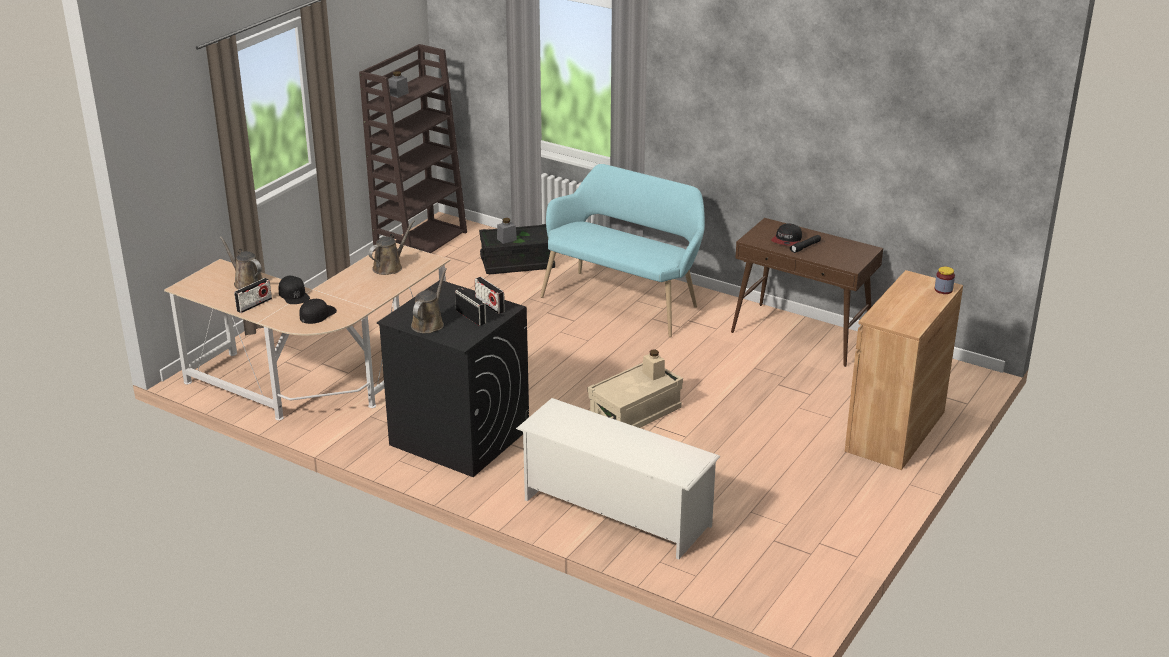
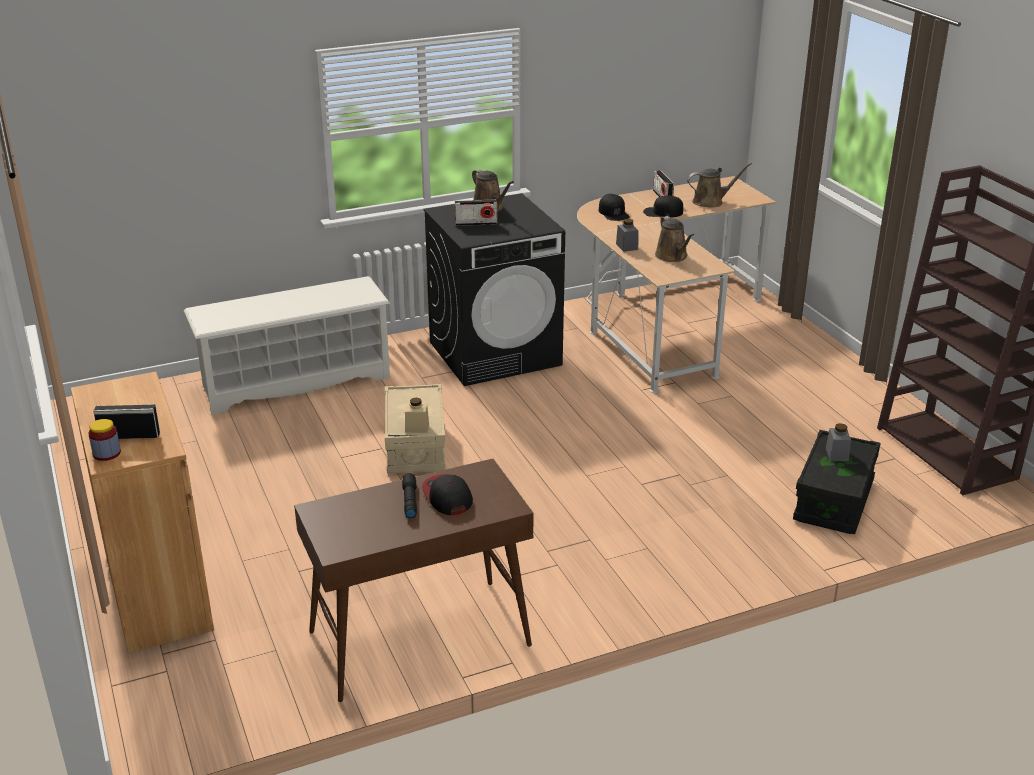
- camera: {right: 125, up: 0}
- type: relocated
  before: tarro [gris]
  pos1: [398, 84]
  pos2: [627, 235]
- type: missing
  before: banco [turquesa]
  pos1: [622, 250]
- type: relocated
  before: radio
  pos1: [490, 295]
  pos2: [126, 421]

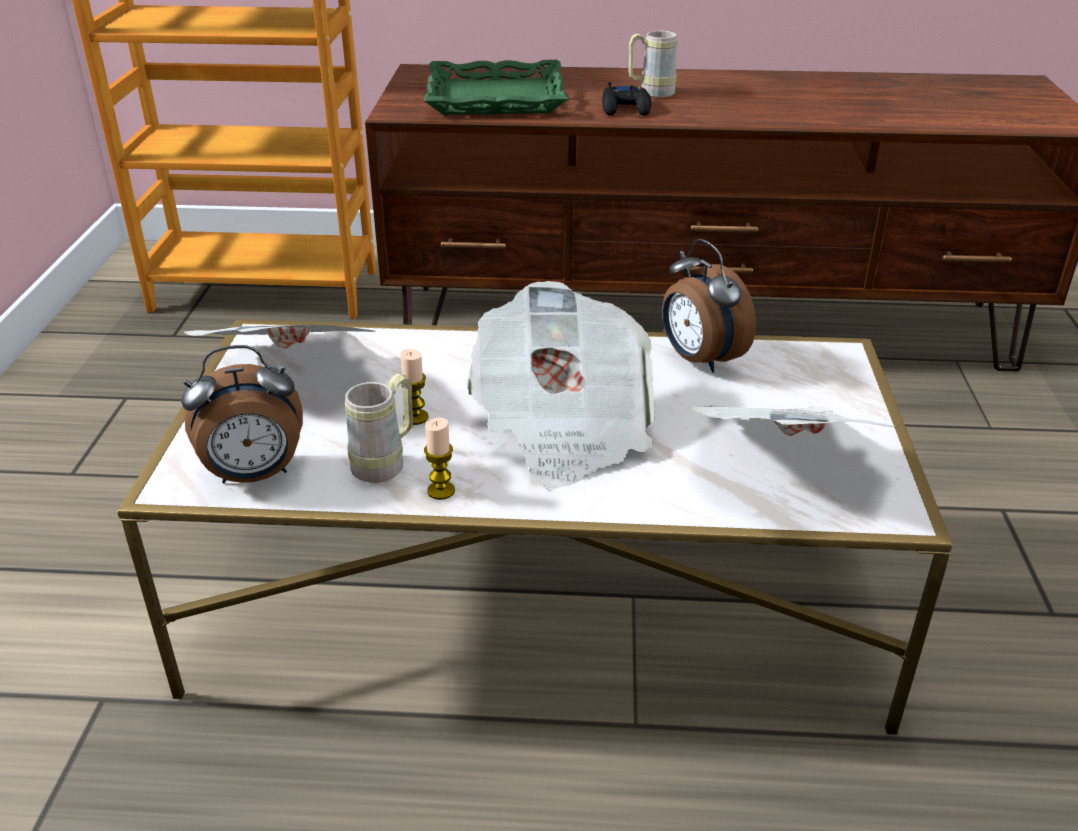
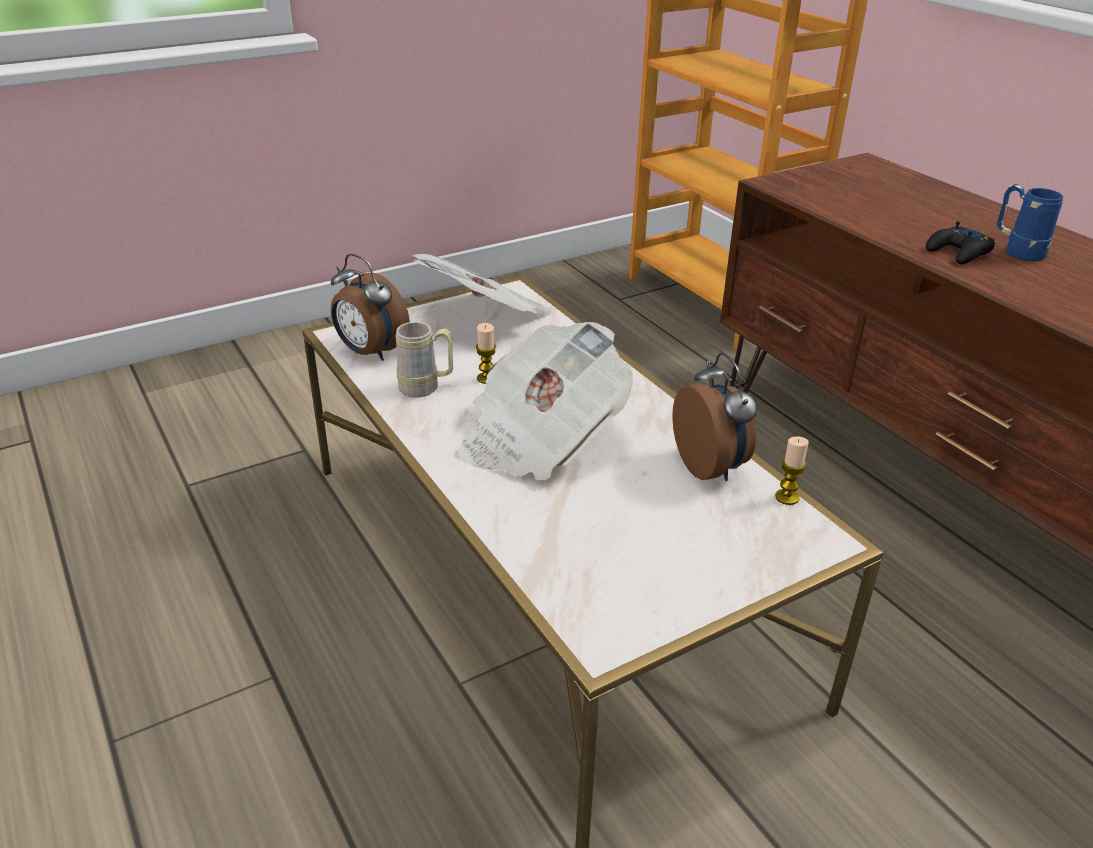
- camera: {right: 55, up: 0}
- type: colour
  before: taza grande [beis]
  after: taza grande [azul]
  pos1: [652, 64]
  pos2: [1030, 222]
- type: missing
  before: bandeja [verde]
  pos1: [496, 87]
- type: spun
  before: despertador
  pos1: [709, 306]
  pos2: [714, 417]
  turn: 135
- type: missing
  before: periódico
  pos1: [794, 420]
- type: relocated
  before: vela
  pos1: [439, 459]
  pos2: [792, 471]

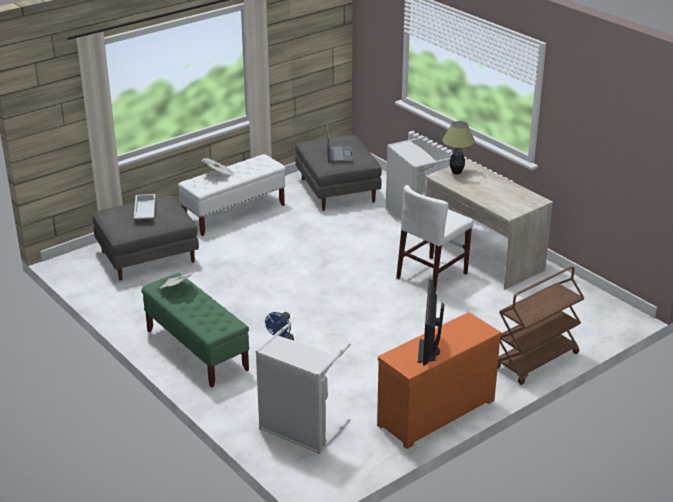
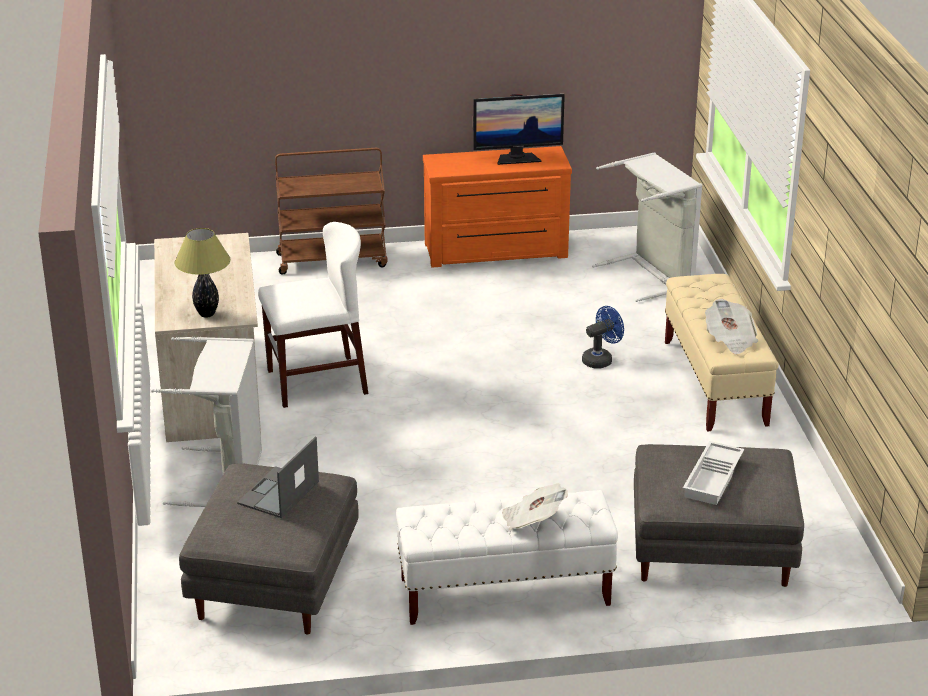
- camera: {right: -150, up: 0}
- type: colour
  before: banco [verde]
  after: banco [beis]
  pos1: [195, 330]
  pos2: [722, 353]
- type: spun
  before: monitor
  pos1: [430, 322]
  pos2: [519, 129]
  turn: 45

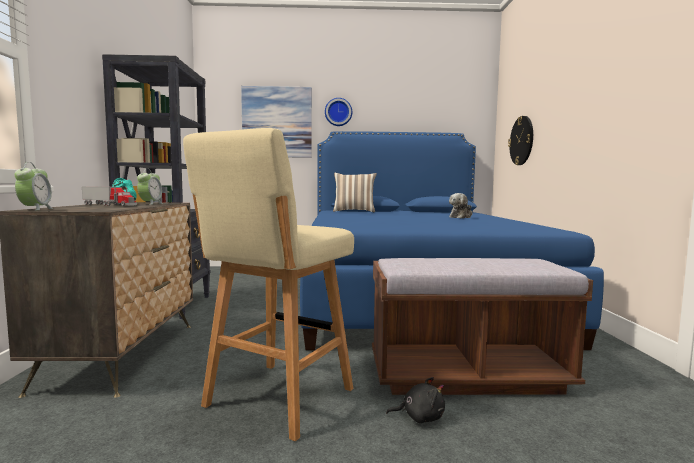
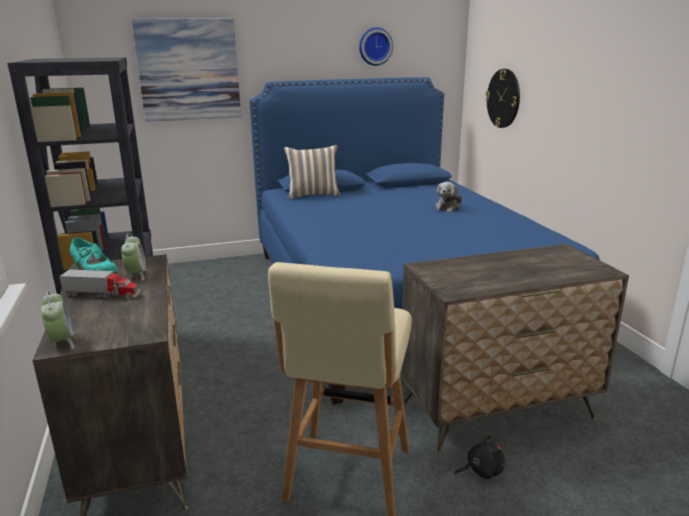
- camera: {right: -15, up: 15}
- type: relocated
  before: reloj de pared
  pos1: [338, 112]
  pos2: [376, 47]
- type: exchanged
  before: banco [marrón]
  after: cómoda
  pos1: [482, 326]
  pos2: [514, 349]

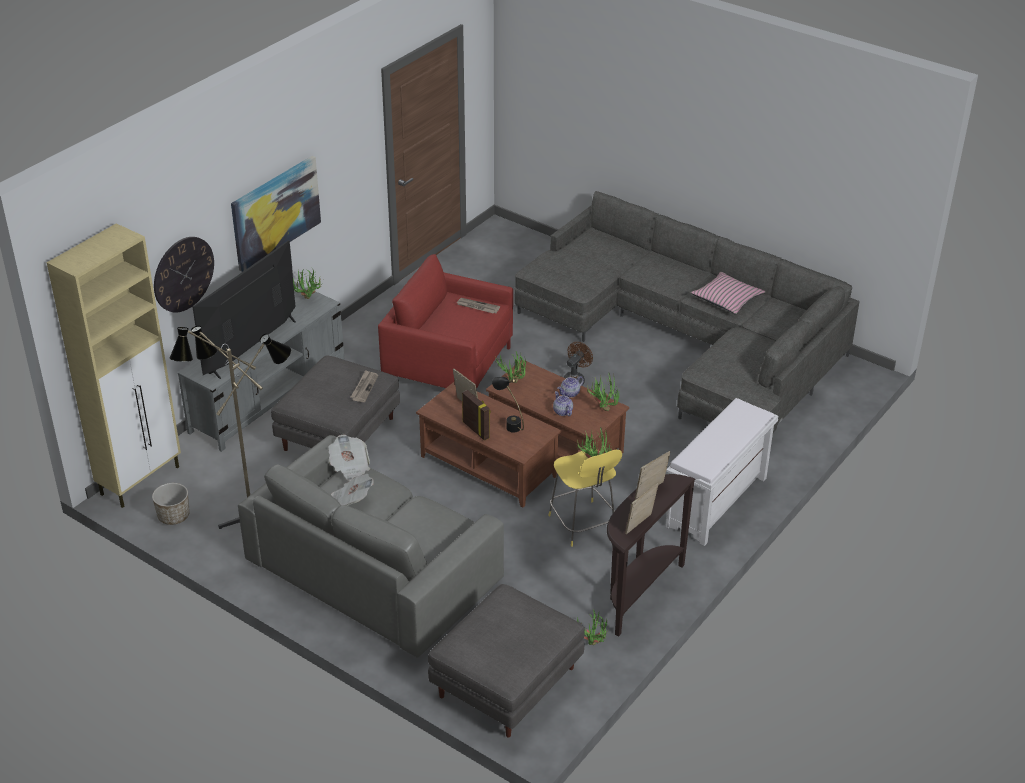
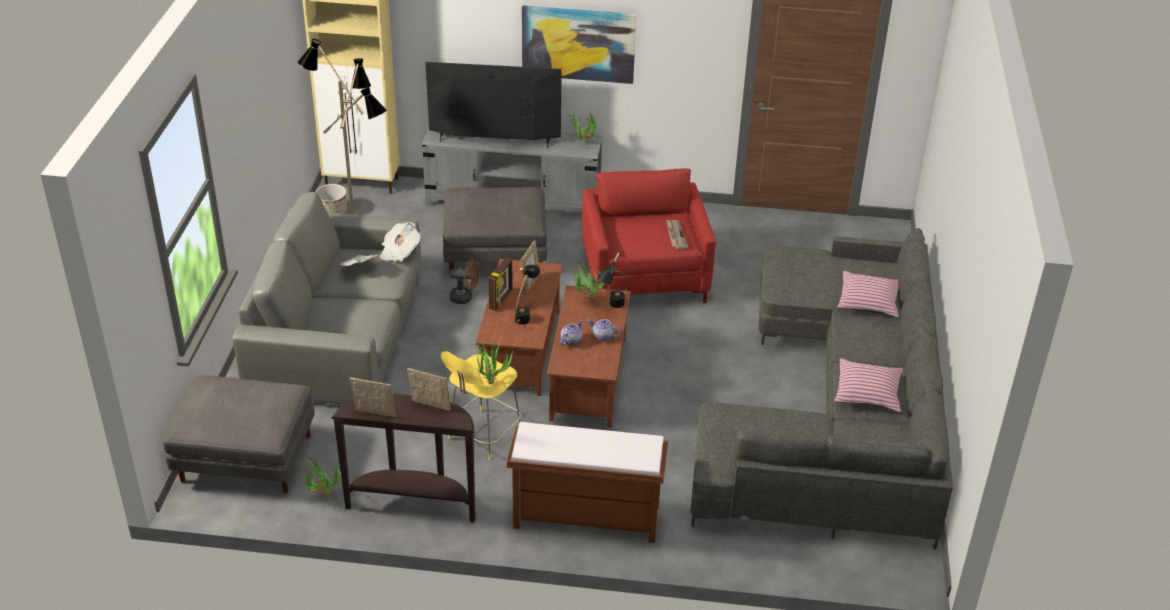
- camera: {right: 60, up: 0}
- type: missing
  before: reloj de pared
  pos1: [184, 275]
- type: relocated
  before: ventilador [marrón]
  pos1: [578, 364]
  pos2: [464, 282]
- type: missing
  before: periódico
  pos1: [364, 386]
- type: missing
  before: planta en maceta
  pos1: [603, 392]
- type: colour
  before: banco [blanco]
  after: banco [marrón]
  pos1: [722, 472]
  pos2: [587, 482]
- type: appeared
  after: lámpara de mesa [negro]
  pos2: [611, 280]
- type: appeared
  after: cojín [rosa]
  pos2: [868, 294]

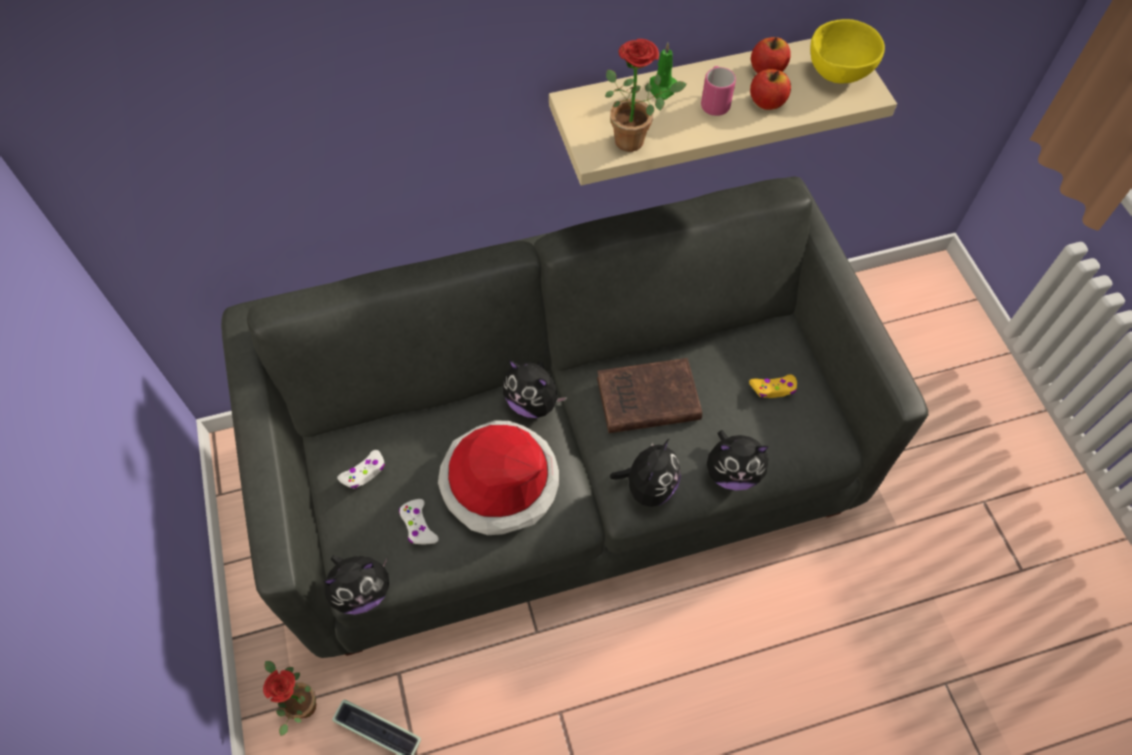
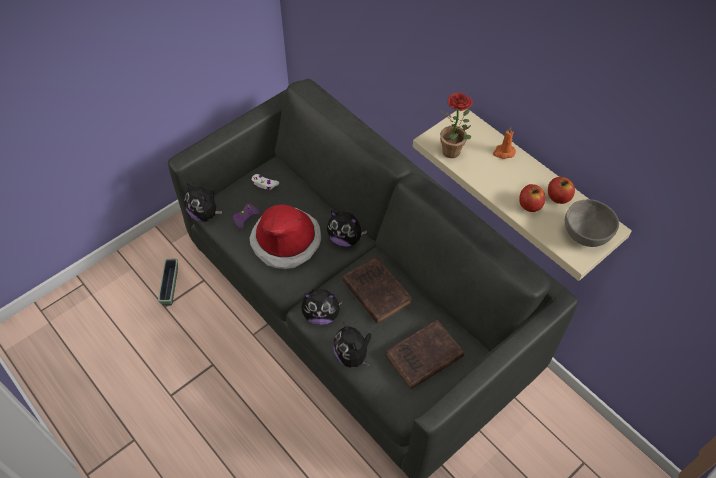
- camera: {right: 65, up: -5}
- type: colour
  before: cuenco [amarillo]
  after: cuenco [gris]
  pos1: [847, 51]
  pos2: [592, 223]
- type: colour
  before: vela [verde]
  after: vela [naranja]
  pos1: [663, 71]
  pos2: [504, 143]
- type: missing
  before: taza grande [rosa]
  pos1: [718, 91]
- type: spun
  before: peluche
  pos1: [535, 389]
  pos2: [347, 229]
  turn: -75
- type: exchanged
  before: mando de consola [amarillo]
  after: libro [marrón]
  pos1: [773, 386]
  pos2: [424, 354]
- type: colour
  before: mando de consola [blanco]
  after: mando de consola [morado]
  pos1: [419, 521]
  pos2: [246, 217]
- type: missing
  before: planta en maceta
  pos1: [289, 698]

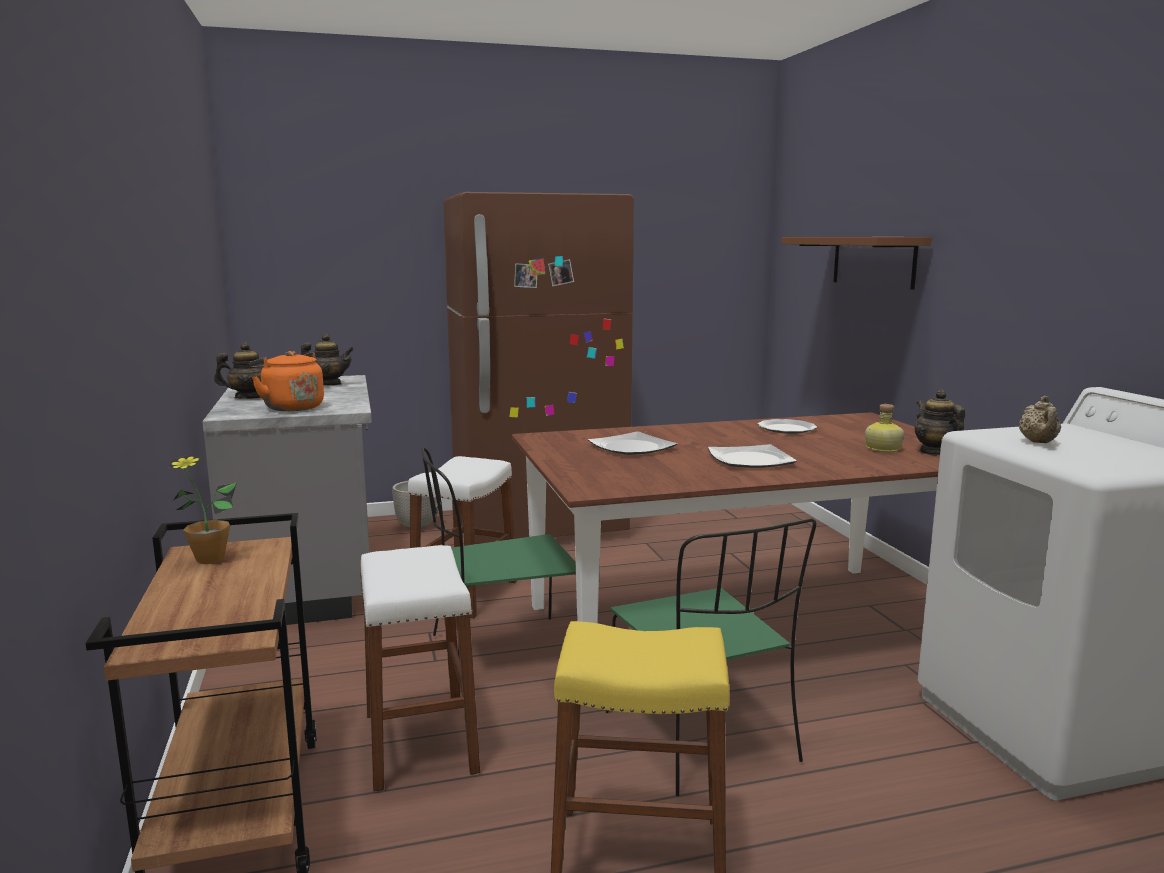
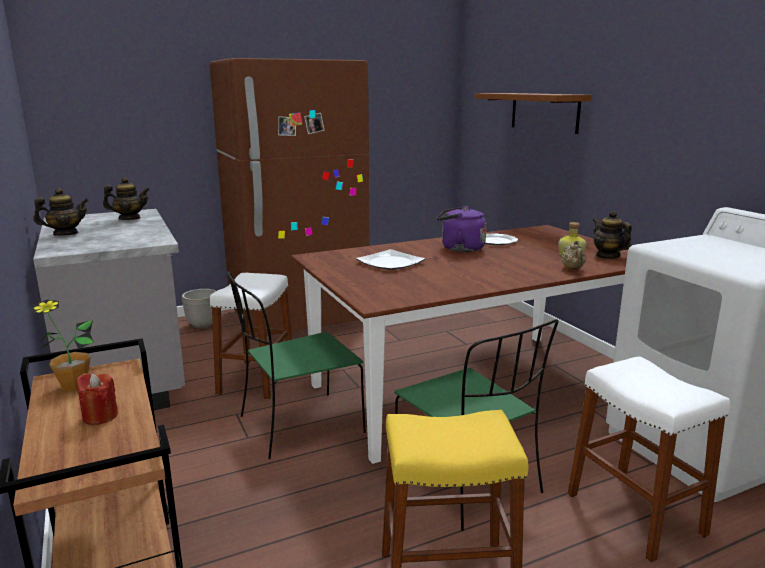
- camera: {right: -10, up: 5}
- type: missing
  before: hervidor [naranja]
  pos1: [287, 381]
- type: relocated
  before: tetera [beis]
  pos1: [1040, 419]
  pos2: [573, 255]
- type: missing
  before: plato
  pos1: [752, 456]
- type: relocated
  before: taburete [blanco]
  pos1: [420, 668]
  pos2: [648, 459]
- type: appeared
  after: hervidor [morado]
  pos2: [462, 229]
- type: appeared
  after: vela [rojo]
  pos2: [97, 399]

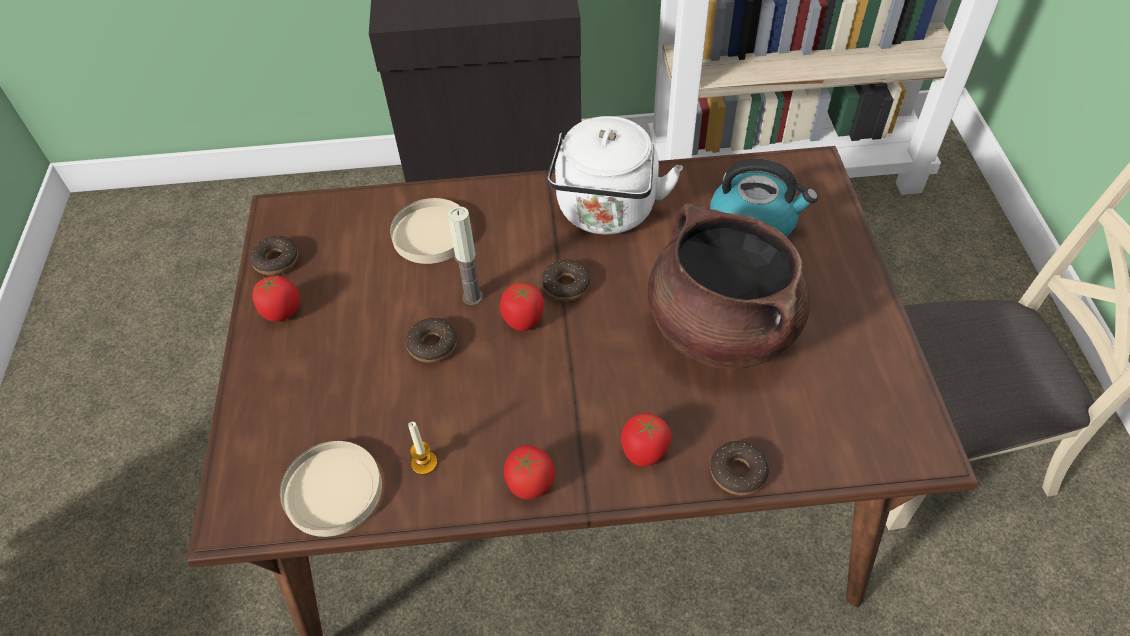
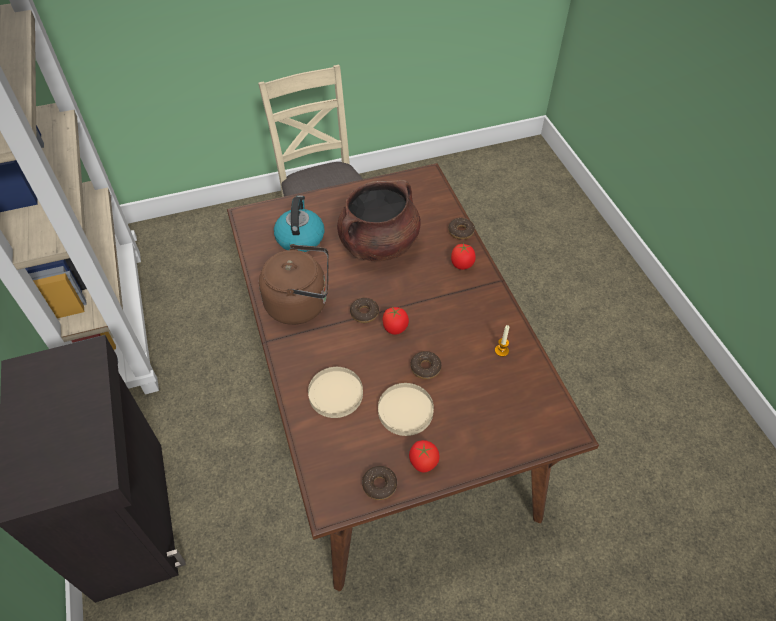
- camera: {right: -105, up: 0}
- type: colour
  before: hervidor [blanco]
  after: hervidor [marrón]
  pos1: [615, 175]
  pos2: [294, 284]
- type: missing
  before: vela
  pos1: [465, 255]
- type: relocated
  before: plato [beis]
  pos1: [331, 489]
  pos2: [406, 409]
- type: missing
  before: tomate
  pos1: [529, 472]

